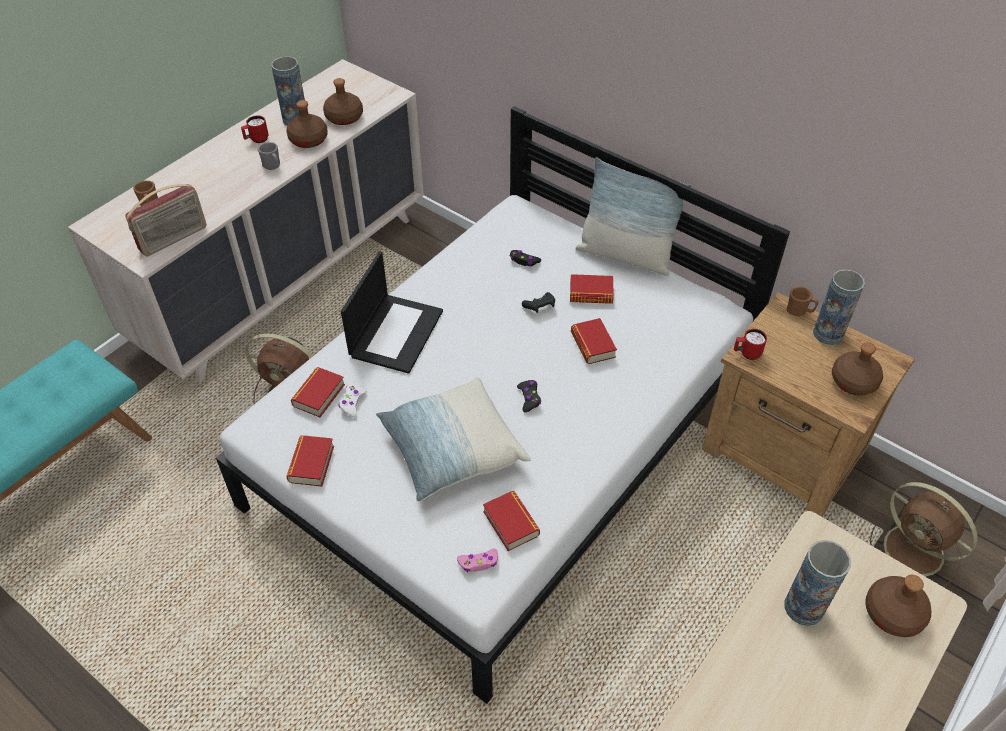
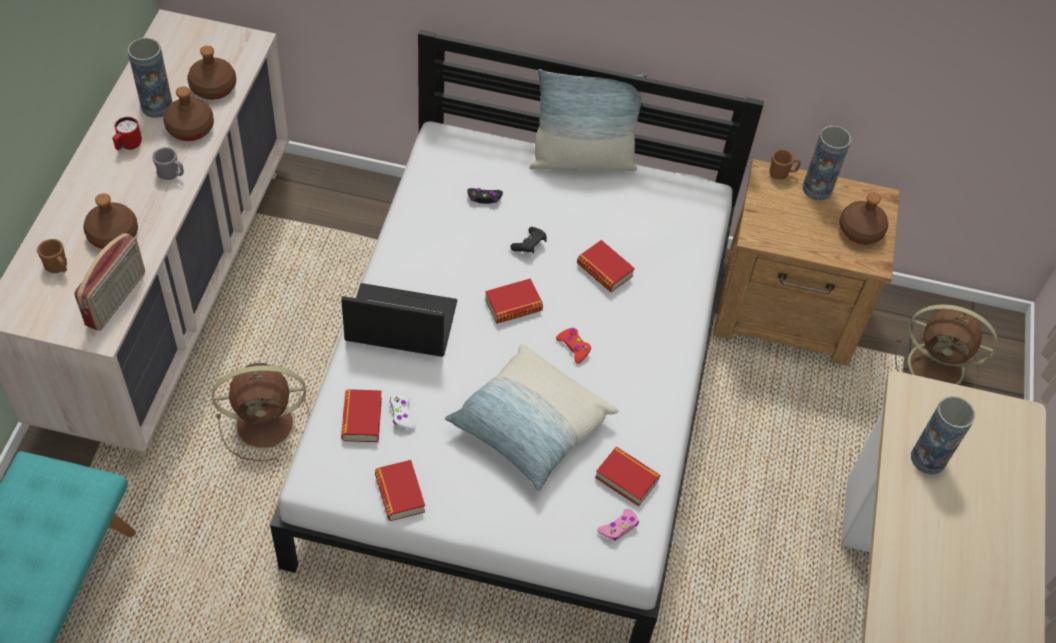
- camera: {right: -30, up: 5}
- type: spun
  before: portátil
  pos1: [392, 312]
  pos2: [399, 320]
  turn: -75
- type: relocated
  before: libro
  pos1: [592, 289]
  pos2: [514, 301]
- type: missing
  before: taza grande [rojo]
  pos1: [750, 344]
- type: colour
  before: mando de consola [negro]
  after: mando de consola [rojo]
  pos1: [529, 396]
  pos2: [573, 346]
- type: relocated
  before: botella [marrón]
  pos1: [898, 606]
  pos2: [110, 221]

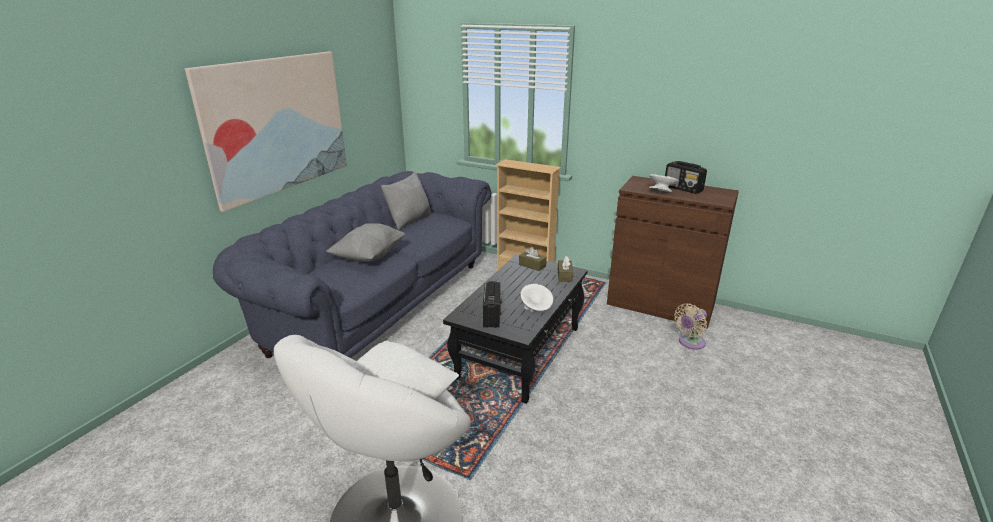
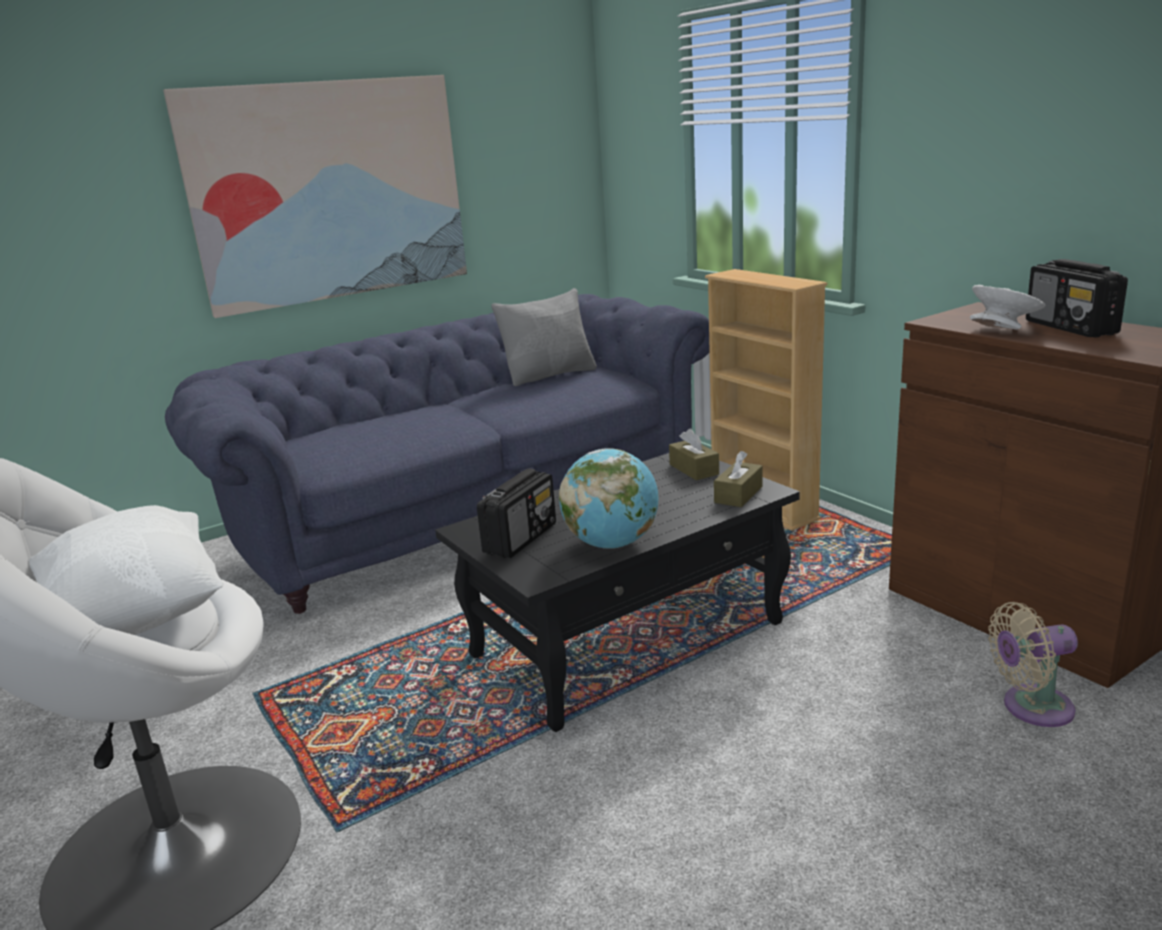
- camera: {right: 30, up: -5}
- type: missing
  before: cojín [gris]
  pos1: [365, 242]
- type: exchanged
  before: cuenco [blanco]
  after: globo terráqueo
  pos1: [537, 298]
  pos2: [608, 498]

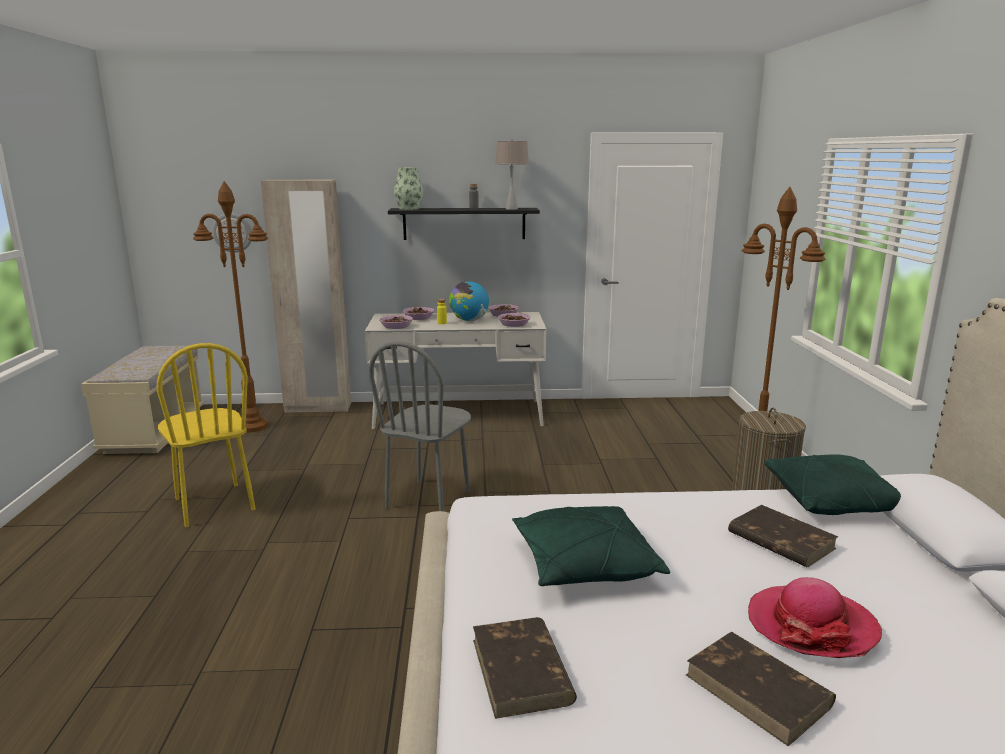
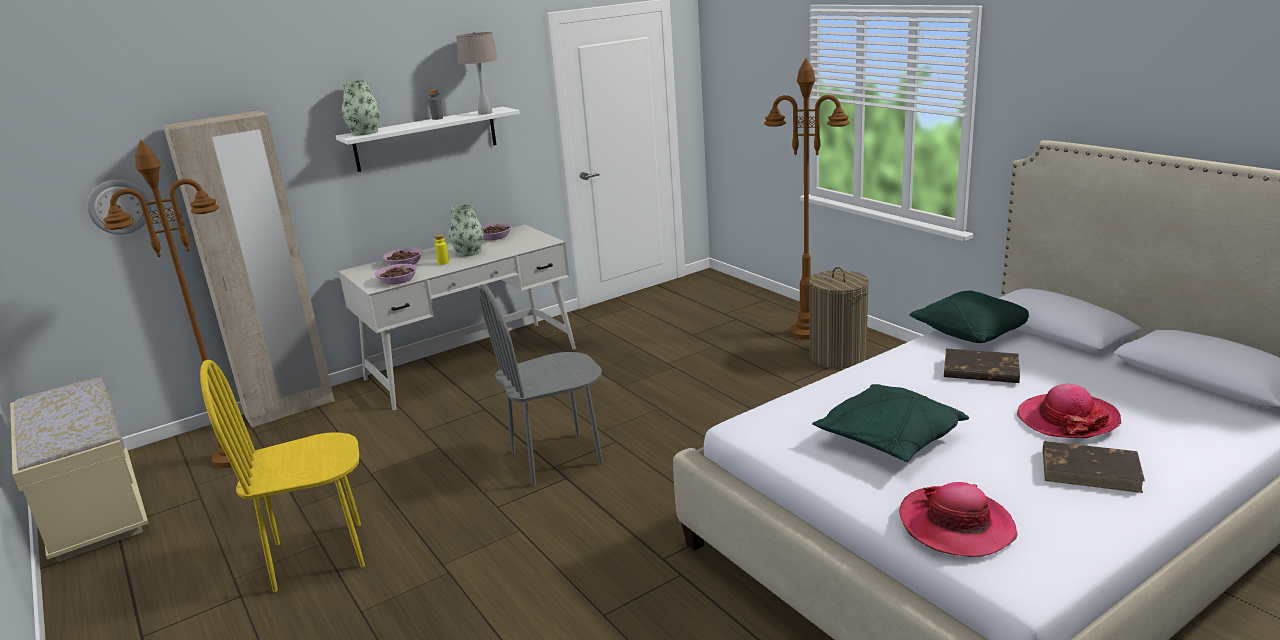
- camera: {right: -30, up: 5}
- type: colour
  before: estante [negro]
  after: estante [blanco]
  pos1: [464, 224]
  pos2: [428, 139]
- type: exchanged
  before: globo terráqueo
  after: florero
  pos1: [469, 301]
  pos2: [466, 230]
- type: missing
  before: cuenco
  pos1: [514, 320]
- type: spun
  before: silla [gris]
  pos1: [420, 426]
  pos2: [540, 385]
  turn: 75
- type: spun
  before: silla [amarillo]
  pos1: [206, 435]
  pos2: [282, 476]
  turn: 135
- type: exchanged
  before: libro [marrón]
  after: sombrero
  pos1: [525, 668]
  pos2: [958, 519]

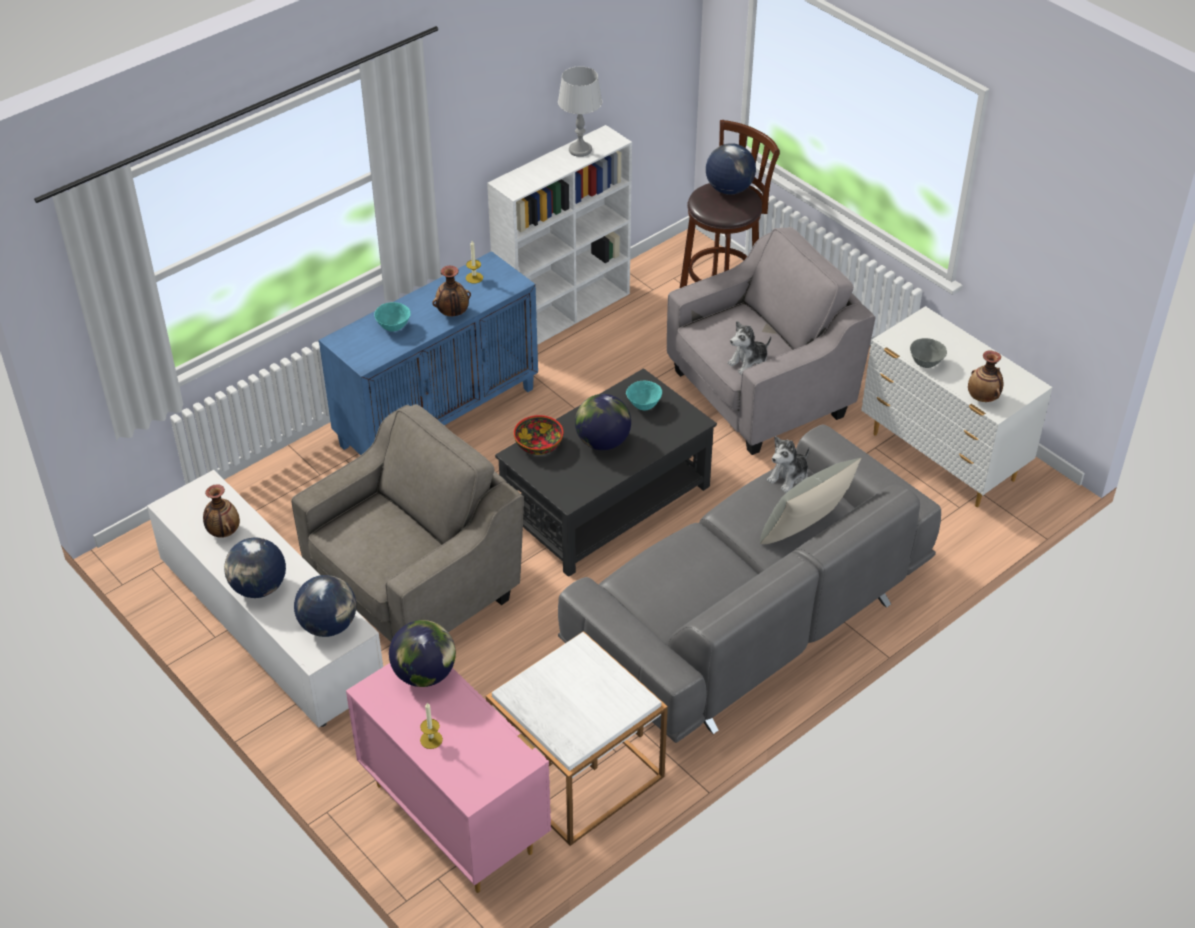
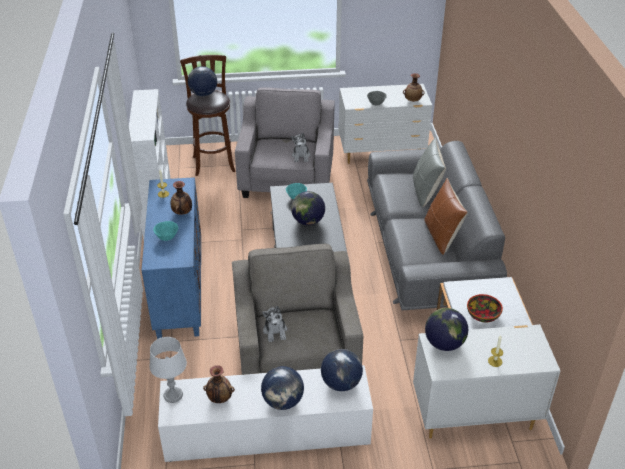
- camera: {right: -55, up: -5}
- type: relocated
  before: lámpara de mesa [gris]
  pos1: [580, 111]
  pos2: [168, 370]
- type: relocated
  before: cuenco
  pos1: [538, 435]
  pos2: [485, 308]
- type: relocated
  before: peluche
  pos1: [788, 464]
  pos2: [274, 324]
- type: colour
  before: cómoda [rosa]
  after: cómoda [blanco]
  pos1: [448, 778]
  pos2: [486, 381]
- type: appeared
  after: cojín [marrón]
  pos2: [446, 216]

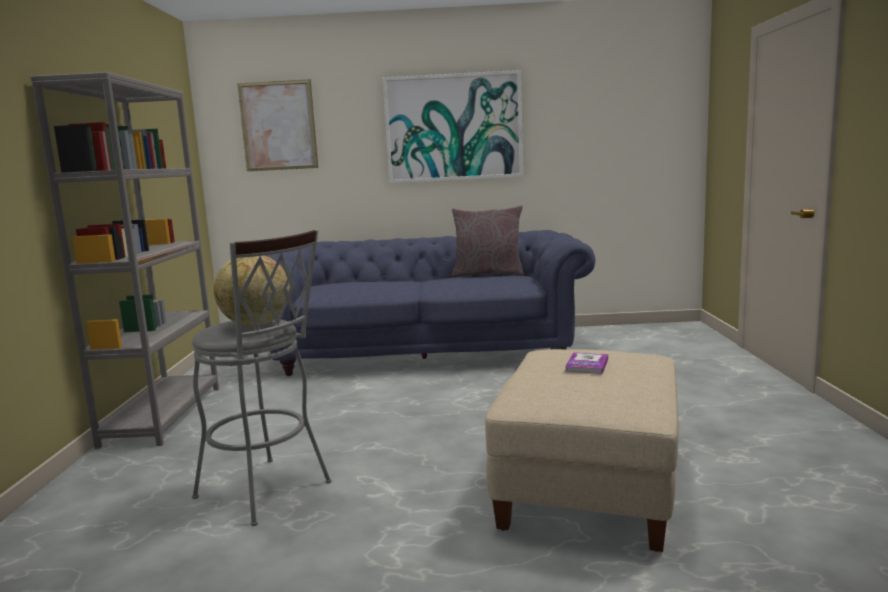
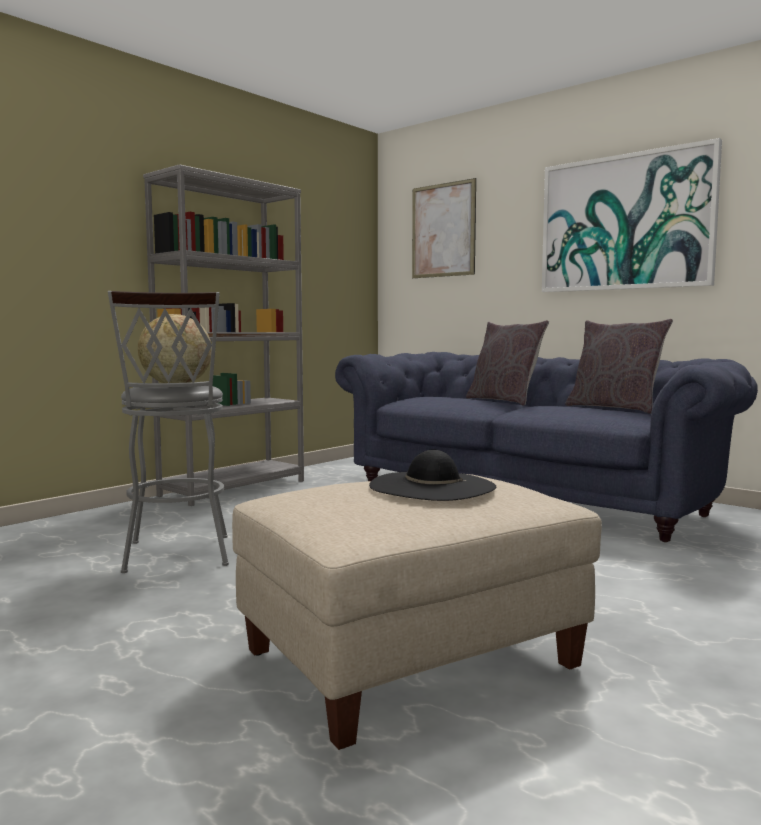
- camera: {right: 40, up: -5}
- type: exchanged
  before: libro
  after: sombrero [negro]
  pos1: [586, 363]
  pos2: [432, 475]
- type: appeared
  after: cojín [gris]
  pos2: [507, 363]

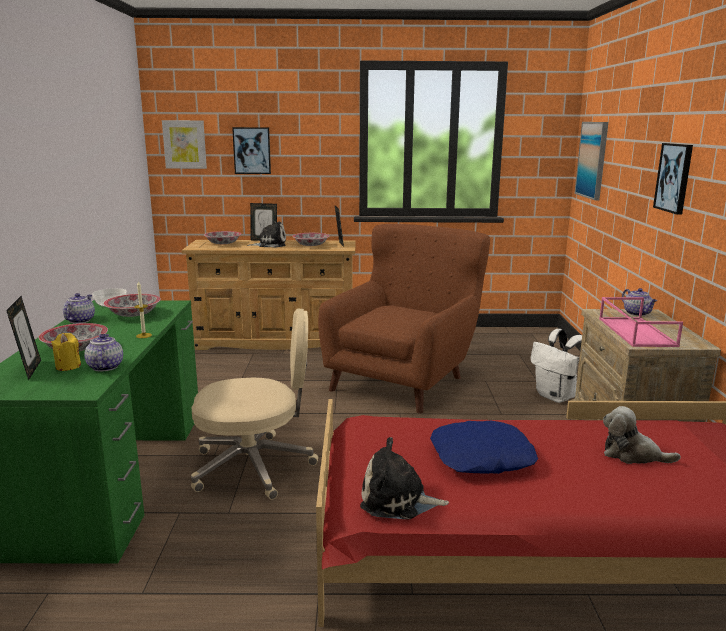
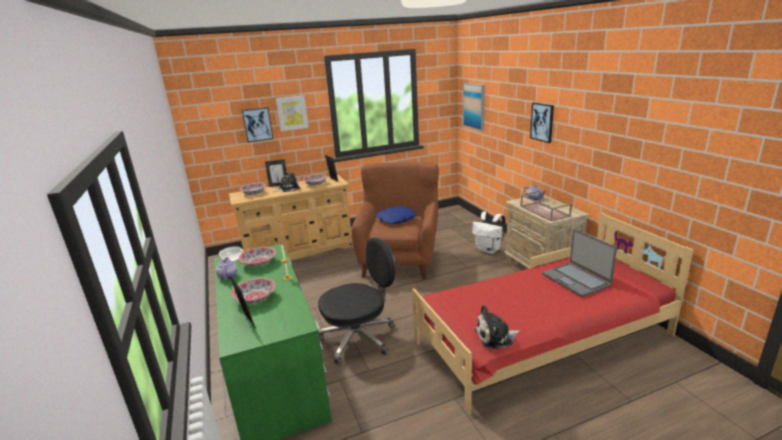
- camera: {right: -20, up: 5}
- type: relocated
  before: cuadro
  pos1: [184, 144]
  pos2: [292, 113]
- type: colour
  before: bandeja [rosa]
  after: bandeja [marrón]
  pos1: [641, 322]
  pos2: [546, 206]
- type: colour
  before: silla de oficina [beis]
  after: silla de oficina [negro]
  pos1: [254, 404]
  pos2: [356, 301]
- type: missing
  before: vela [amarillo]
  pos1: [66, 352]
- type: missing
  before: tetera
  pos1: [103, 352]
- type: exchanged
  before: peluche
  after: portátil
  pos1: [642, 435]
  pos2: [580, 263]
- type: relocated
  before: cojín [azul]
  pos1: [484, 447]
  pos2: [396, 215]

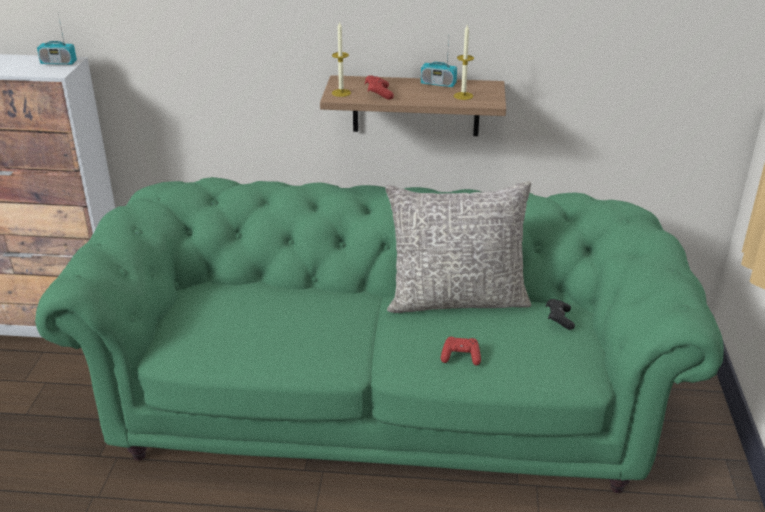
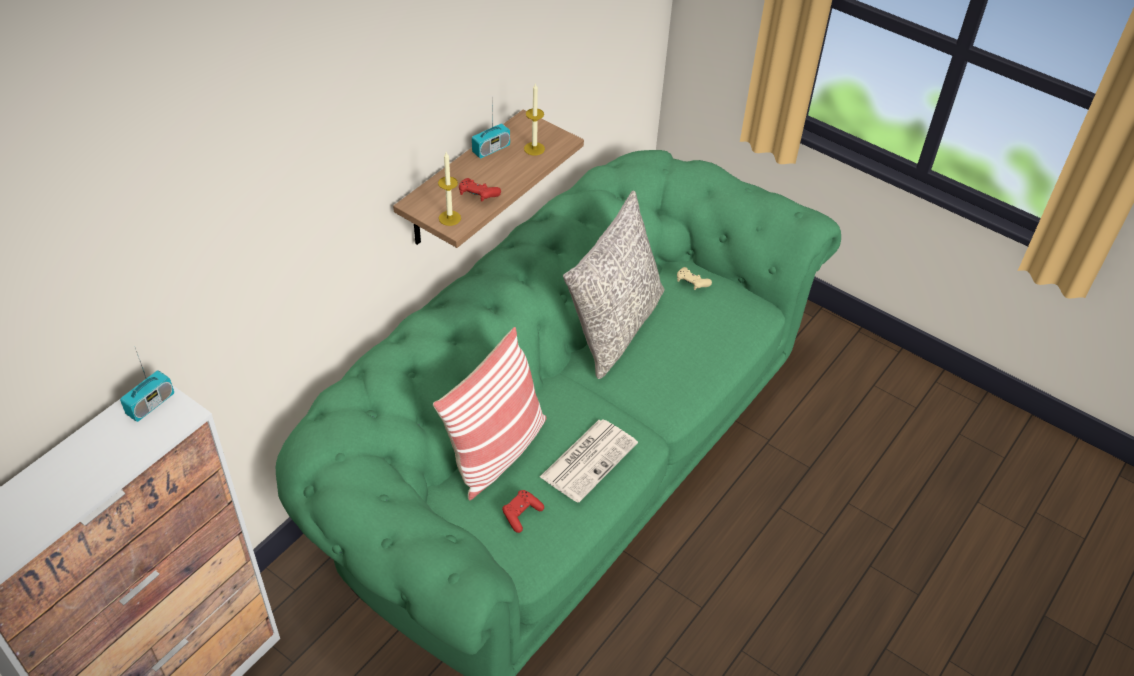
- camera: {right: -60, up: 15}
- type: colour
  before: mando de consola [negro]
  after: mando de consola [beis]
  pos1: [560, 314]
  pos2: [694, 278]
- type: relocated
  before: mando de consola [rojo]
  pos1: [461, 351]
  pos2: [523, 511]
- type: appeared
  after: cojín
  pos2: [489, 413]
- type: appeared
  after: periódico
  pos2: [589, 461]

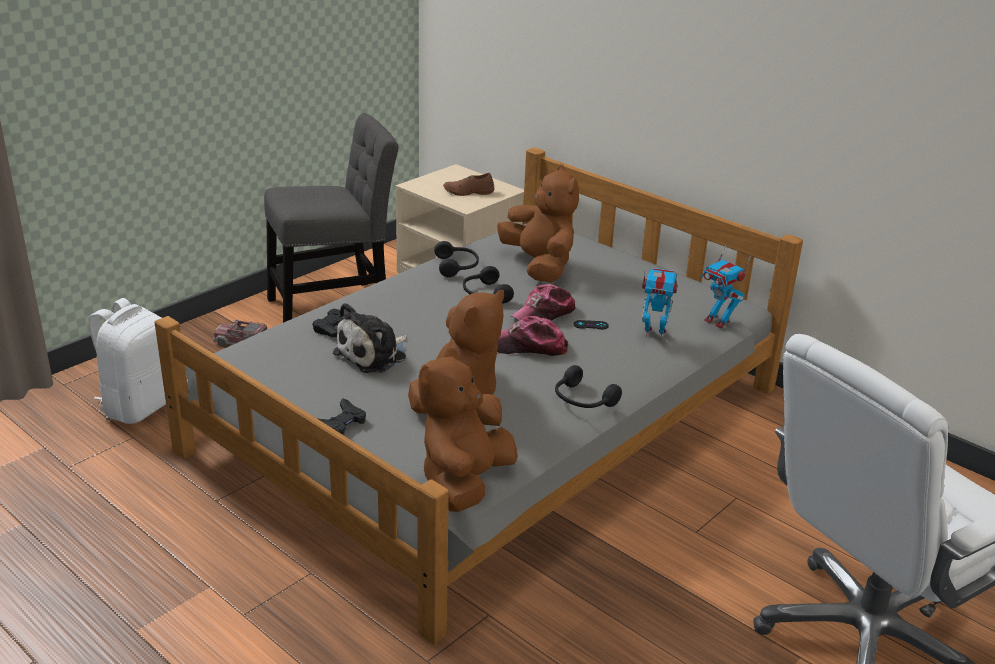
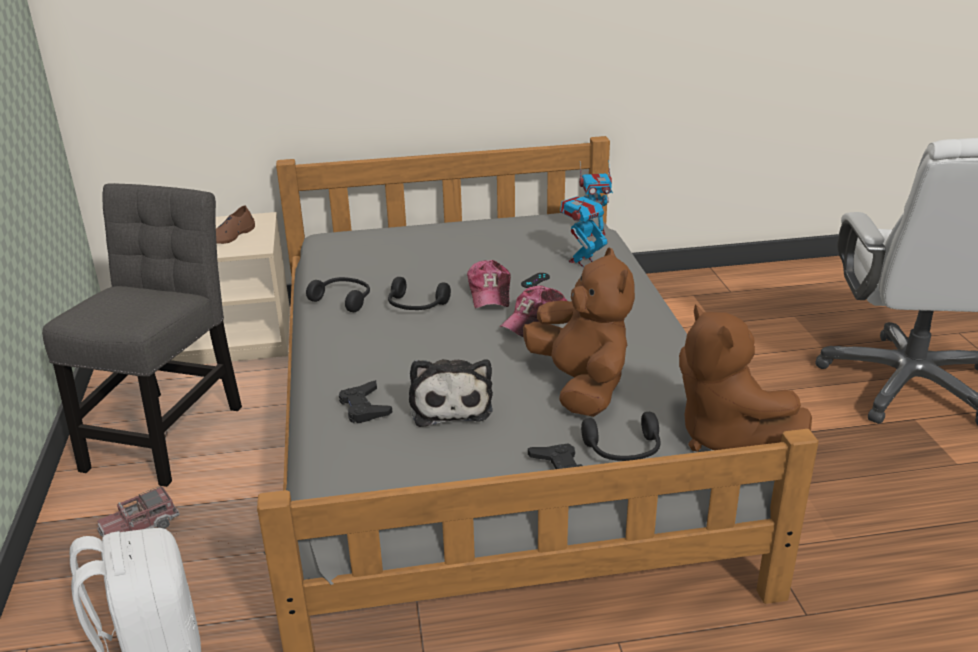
- camera: {right: -50, up: 0}
- type: missing
  before: peluche [marrón]
  pos1: [538, 223]
- type: relocated
  before: auriculares [negro]
  pos1: [588, 386]
  pos2: [621, 436]

